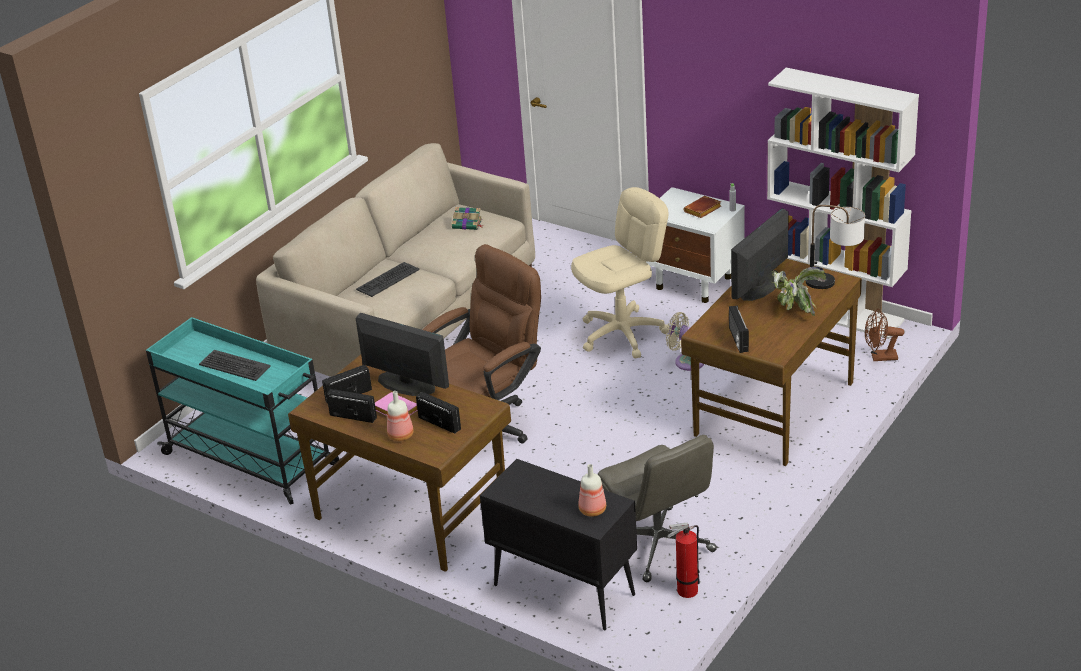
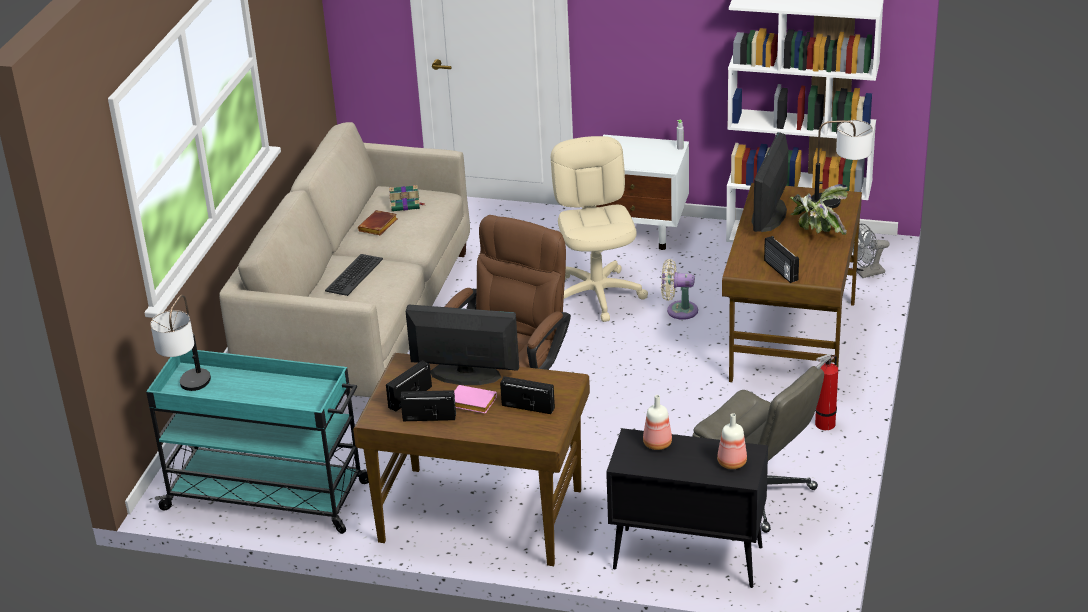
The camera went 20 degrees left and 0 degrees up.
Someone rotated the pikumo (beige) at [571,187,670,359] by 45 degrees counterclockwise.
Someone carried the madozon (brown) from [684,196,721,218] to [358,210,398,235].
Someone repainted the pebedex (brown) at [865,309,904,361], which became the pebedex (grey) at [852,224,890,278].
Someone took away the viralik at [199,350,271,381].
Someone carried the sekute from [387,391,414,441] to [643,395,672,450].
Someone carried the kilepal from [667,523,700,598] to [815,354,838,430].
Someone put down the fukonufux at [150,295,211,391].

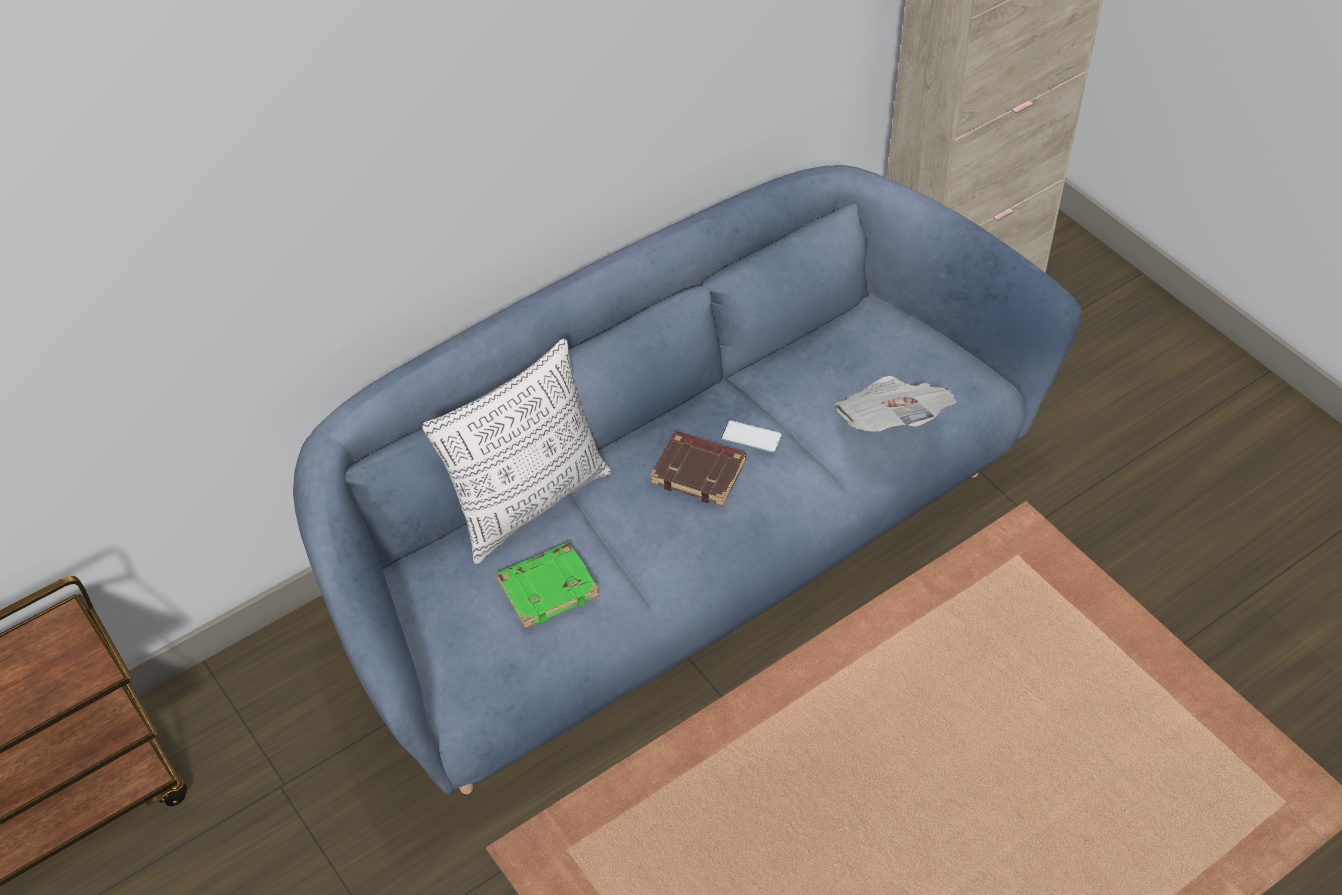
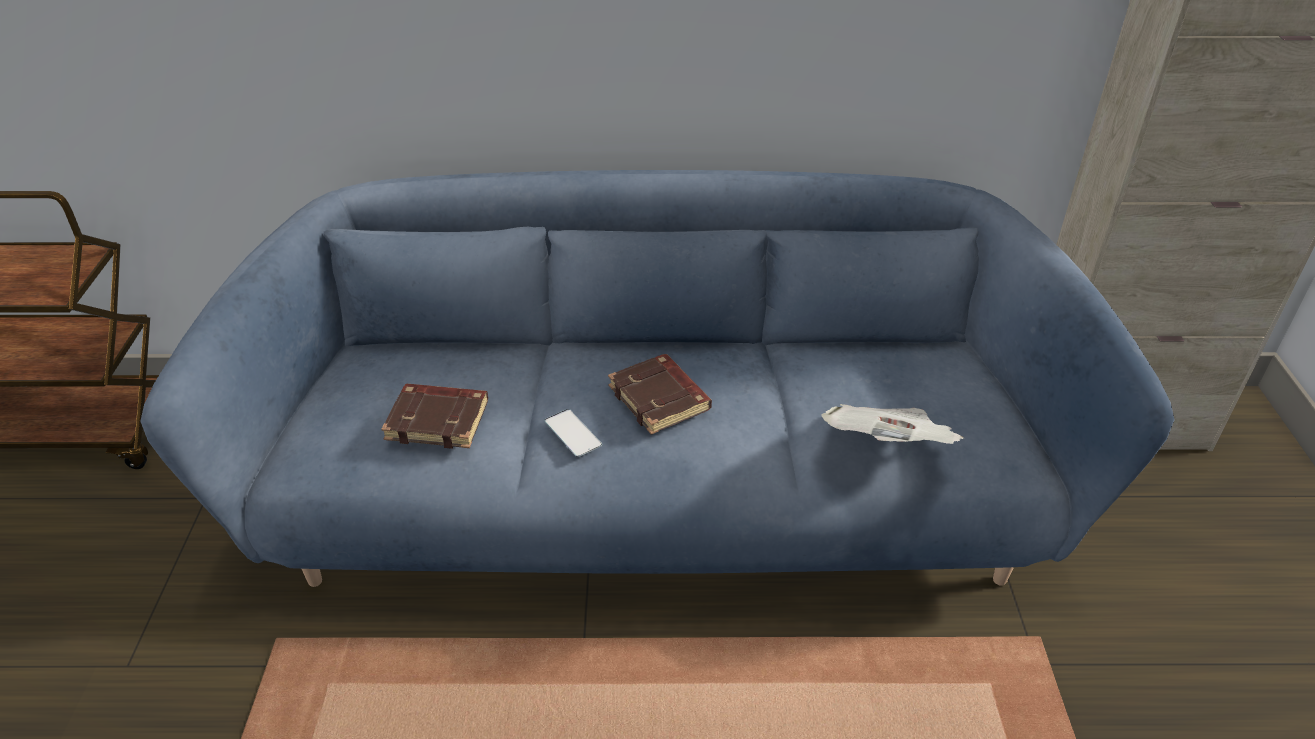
The camera went 35 degrees right and 10 degrees down.
Someone took away the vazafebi at [422,338,611,564].
Someone carried the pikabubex from [721,420,782,453] to [544,409,602,457].
Someone repainted the madozon (green) at [496,542,599,629], which became the madozon (brown) at [381,384,488,449].

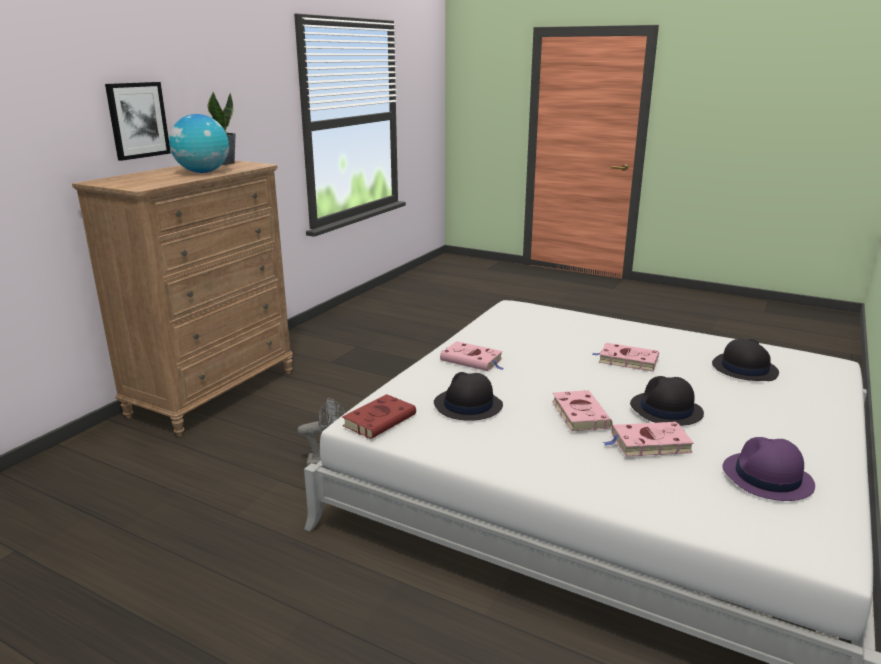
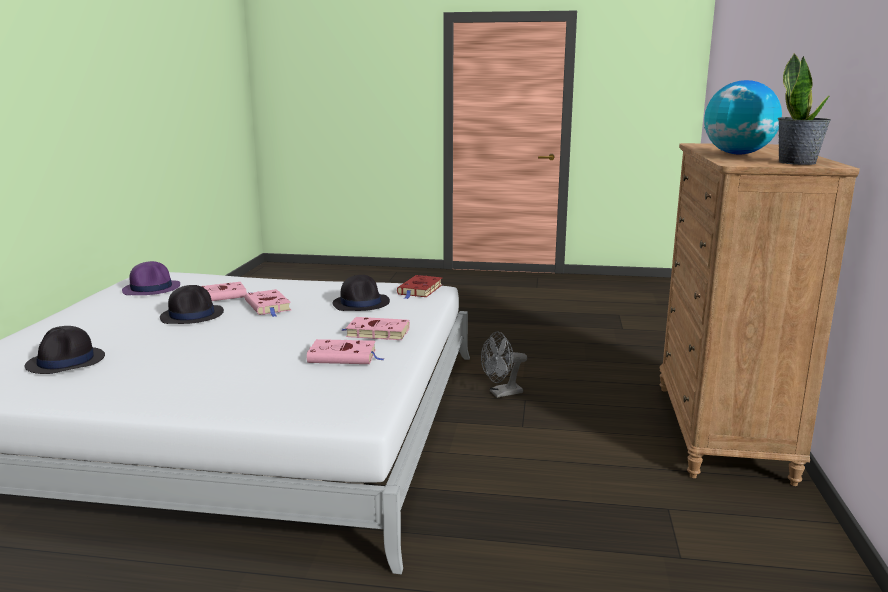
The camera went 160 degrees right and 5 degrees down.
Someone took away the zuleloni at [105,82,171,161].
Someone carried the madozon (pink) from [592,343,660,372] to [307,339,385,364].

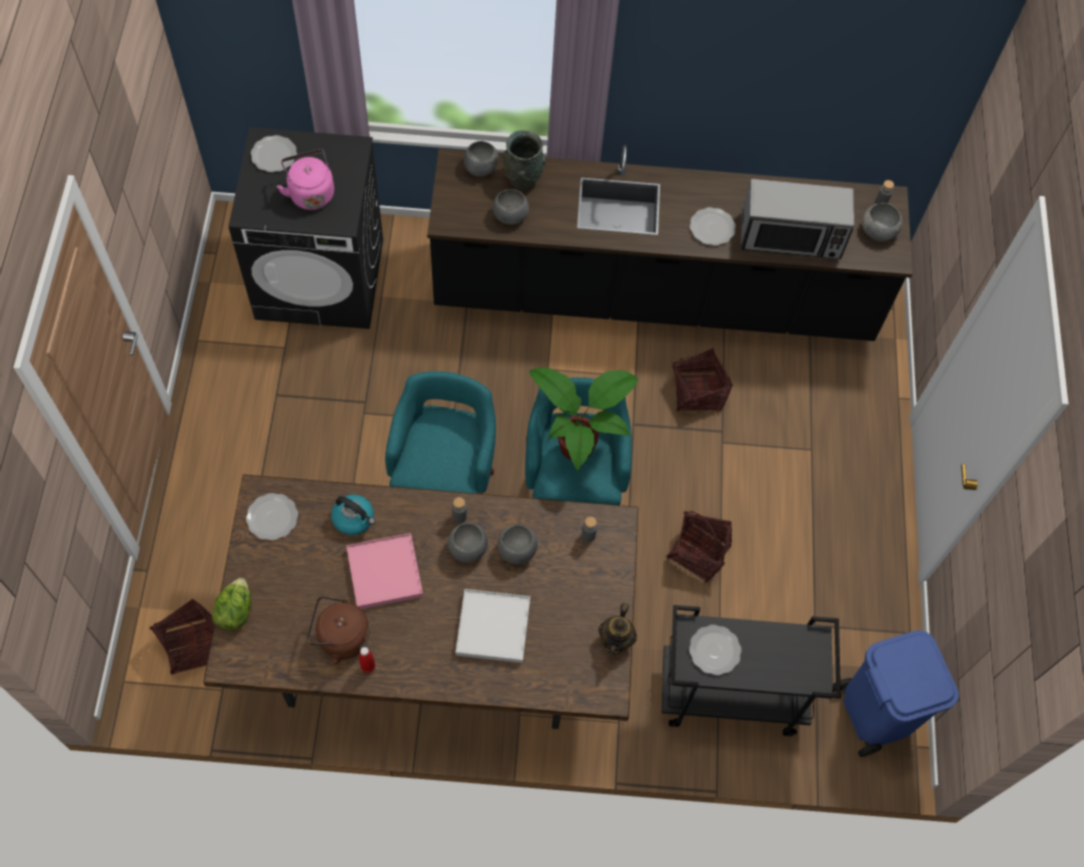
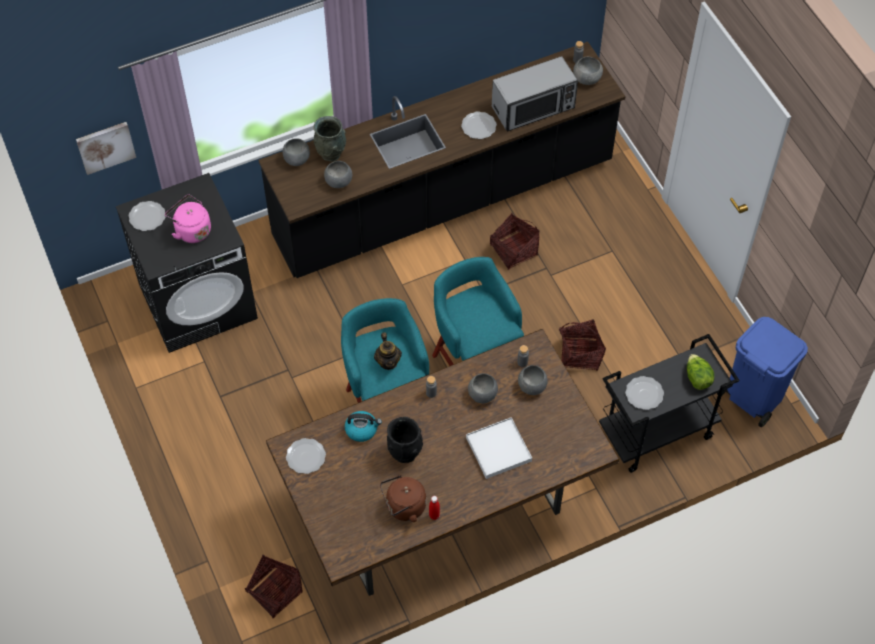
The camera went 25 degrees left and 5 degrees down.
Someone took away the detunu at [529,367,638,472].
Someone carried the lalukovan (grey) from [448,522,488,563] to [518,365,548,395].
Someone swapped the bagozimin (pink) at [346,533,423,609] for the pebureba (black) at [387,417,423,463].
Someone carried the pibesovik from [212,578,251,630] to [687,354,714,390].
Someone carried the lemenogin from [598,603,637,655] to [374,332,402,370].
Someone put up the zuleloni at [76,122,136,175].

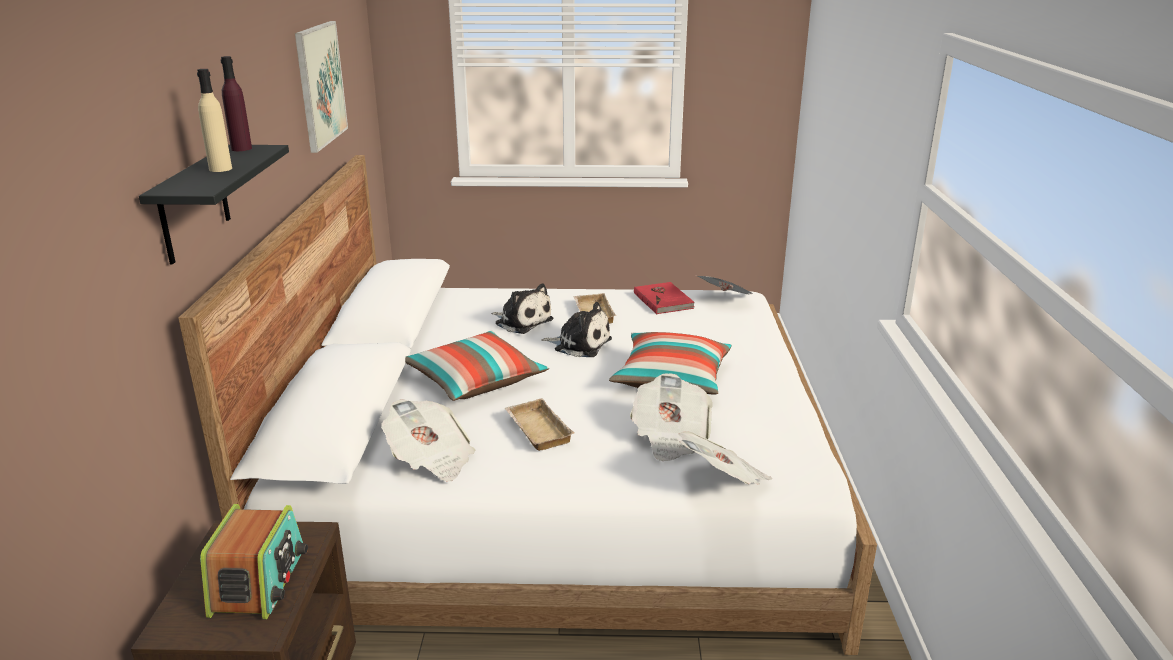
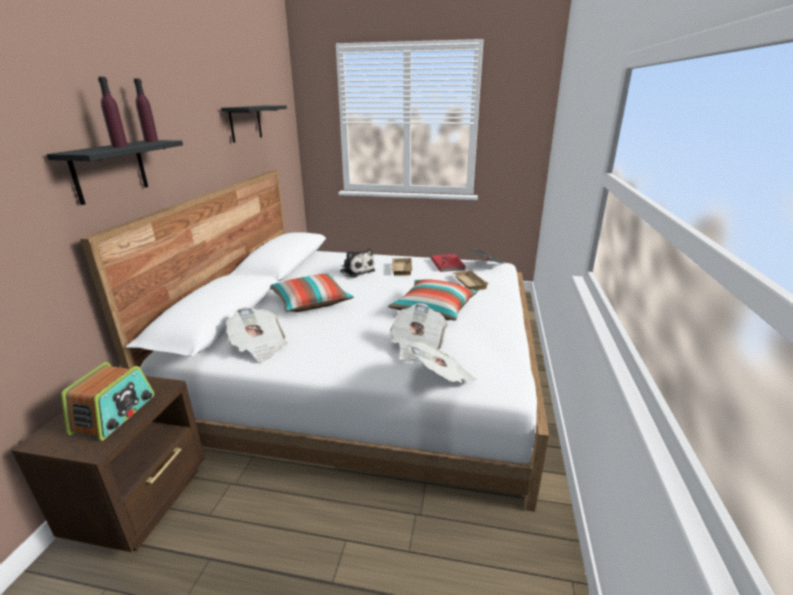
The camera went 10 degrees right and 0 degrees up.
Someone swapped the zuleloni at [295,21,348,153] for the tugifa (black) at [221,105,287,143].
Someone repainted the sekute (beige) at [197,69,232,172], which became the sekute (purple) at [98,77,128,147].
Someone took away the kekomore at [541,302,612,357].
Someone carried the bagozimin (beige) from [504,398,575,451] to [452,270,490,290].

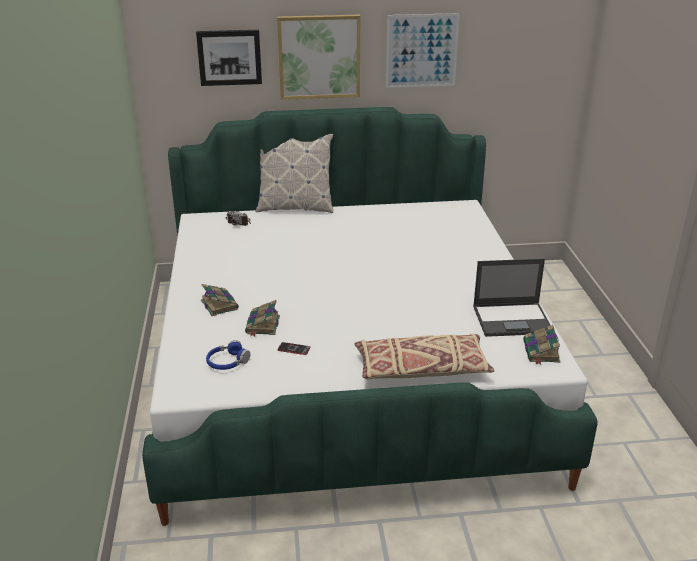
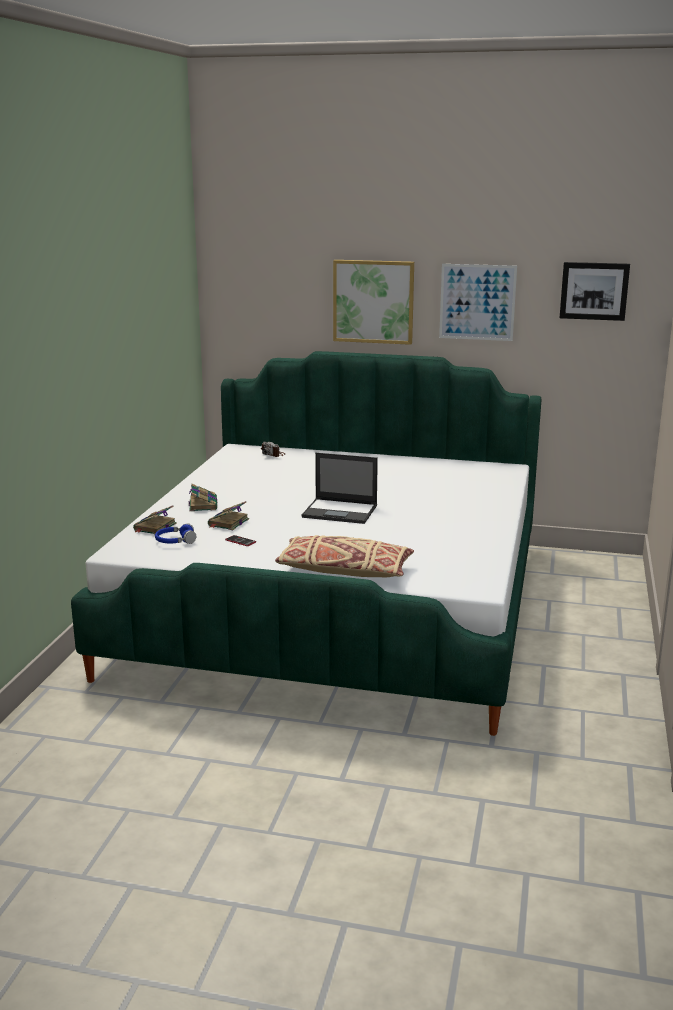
The camera went 20 degrees right and 10 degrees down.
Someone carried the zuleloni from [196,30,262,86] to [560,262,630,321].
Someone took away the vazafebi at [255,134,333,213].
Someone carried the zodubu from [473,259,551,337] to [302,453,378,524].
Someone carried the madozon from [523,325,560,365] to [133,505,177,534].

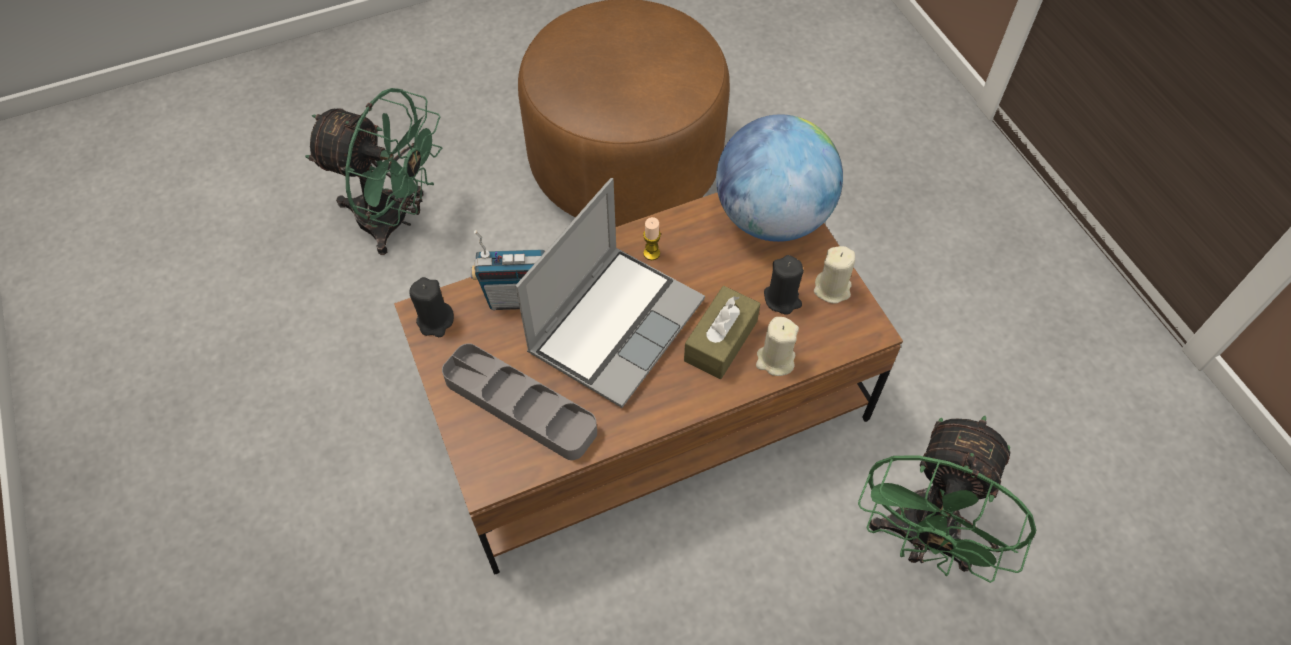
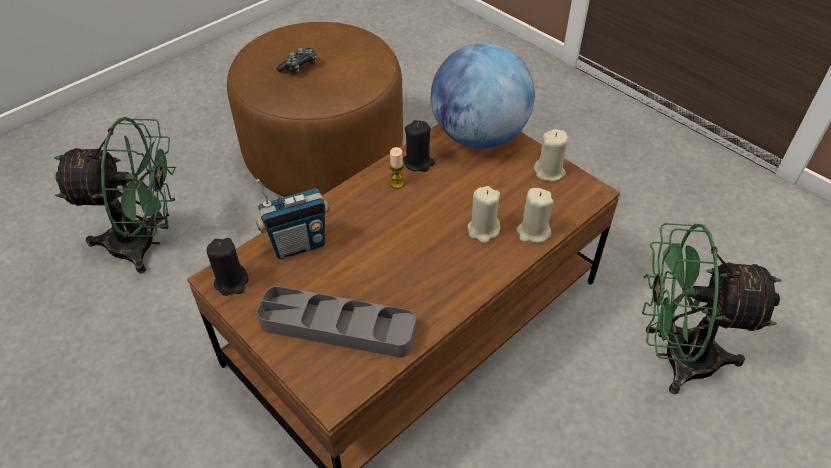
The camera went 20 degrees left and 10 degrees down.
Someone took away the zodubu at [515,178,705,408].
Someone carried the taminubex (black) from [764,255,804,315] to [402,120,435,172].
Someone swapped the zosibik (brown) at [684,286,760,379] for the taminubex (beige) at [468,186,500,243].
Someone rotated the pebedex (green) at [858,416,1036,583] by 90 degrees clockwise.
Someone put down the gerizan at [277,48,317,74].

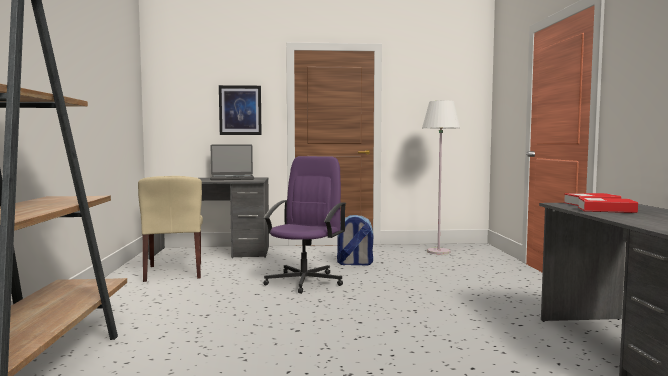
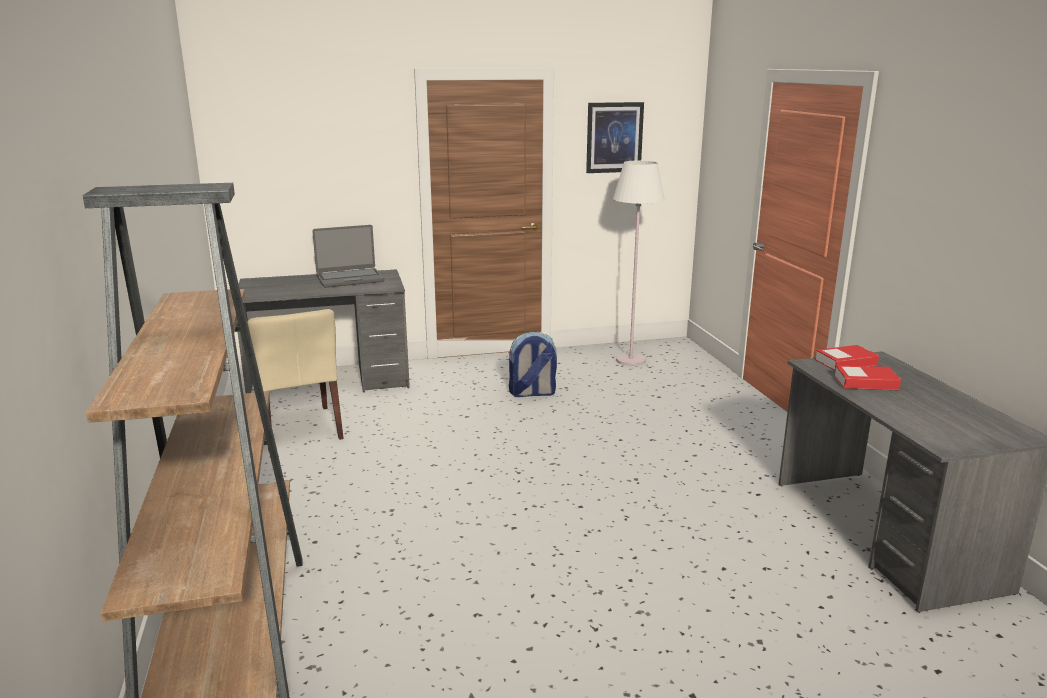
The camera went 10 degrees left and 15 degrees up.
Someone carried the zuleloni from [219,85,262,135] to [586,102,644,173].
Someone took away the pikumo (purple) at [263,156,346,294].

